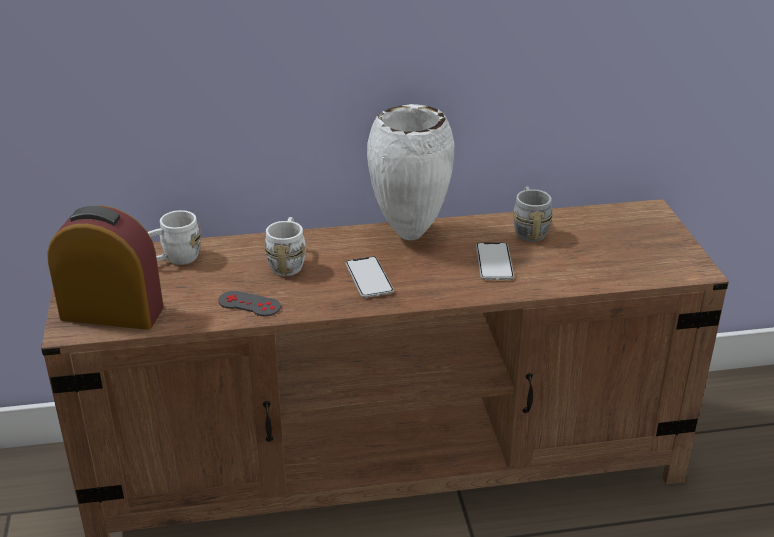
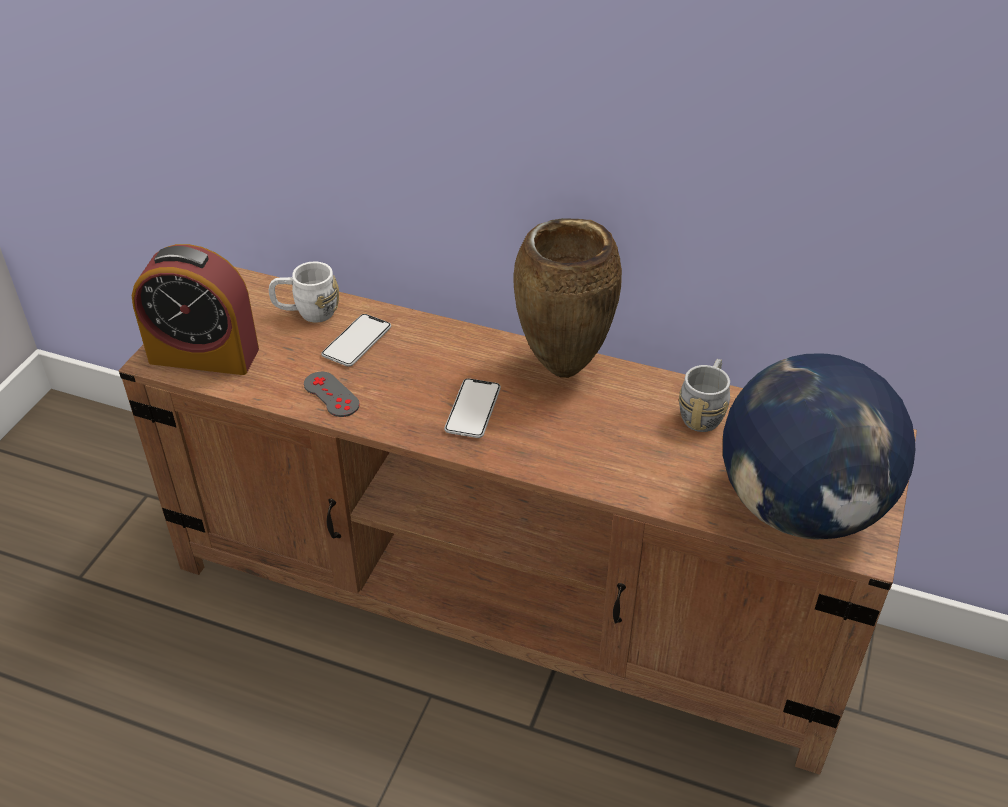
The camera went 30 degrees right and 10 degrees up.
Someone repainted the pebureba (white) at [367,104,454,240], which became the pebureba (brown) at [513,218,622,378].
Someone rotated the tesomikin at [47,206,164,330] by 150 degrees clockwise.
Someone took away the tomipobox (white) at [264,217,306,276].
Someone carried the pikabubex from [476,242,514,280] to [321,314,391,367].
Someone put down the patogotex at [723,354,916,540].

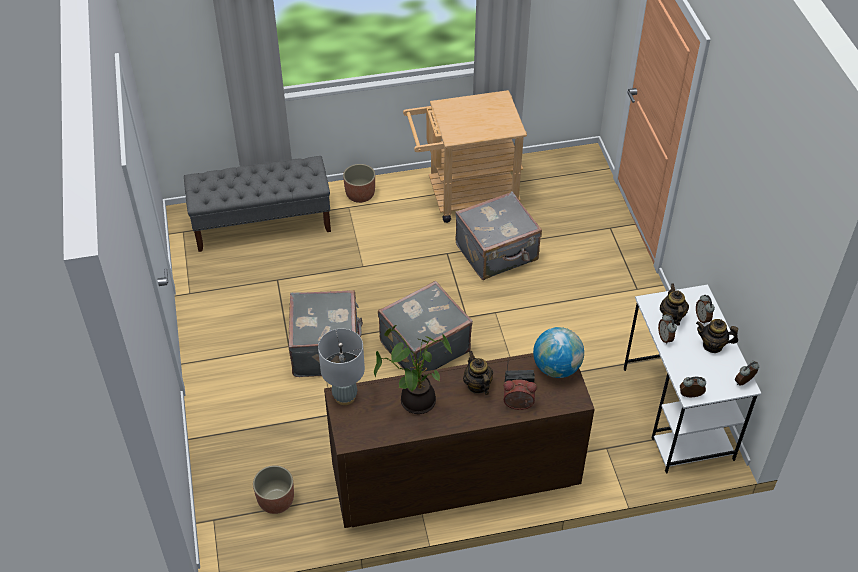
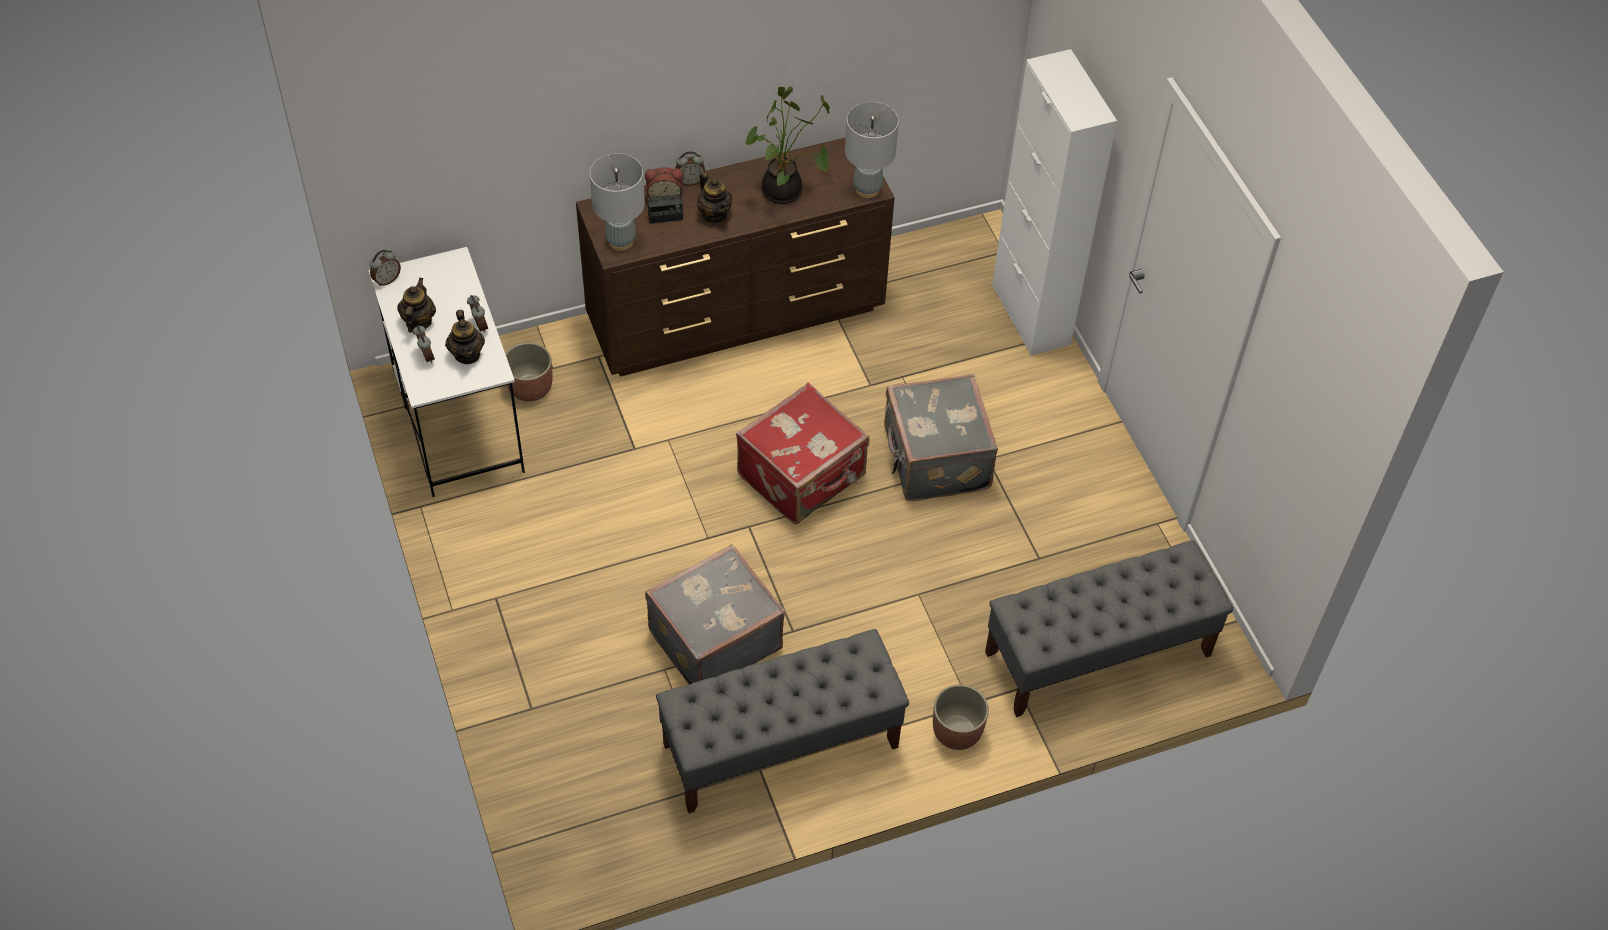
The camera went 170 degrees right and 5 degrees up.
Someone swapped the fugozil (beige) at [403,90,527,223] for the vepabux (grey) at [656,629,909,813].
Someone repainted the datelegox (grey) at [378,281,473,371], which became the datelegox (red) at [736,383,870,525].
Someone rotated the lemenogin at [696,319,738,353] by 90 degrees counterclockwise.
Someone swapped the patogotex at [533,327,584,378] for the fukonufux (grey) at [590,153,645,251].
Someone carried the tesomikin from [680,377,706,397] to [675,151,705,186].
Someone carried the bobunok from [253,465,294,514] to [505,343,552,402].
Someone put down the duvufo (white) at [992,49,1117,356].

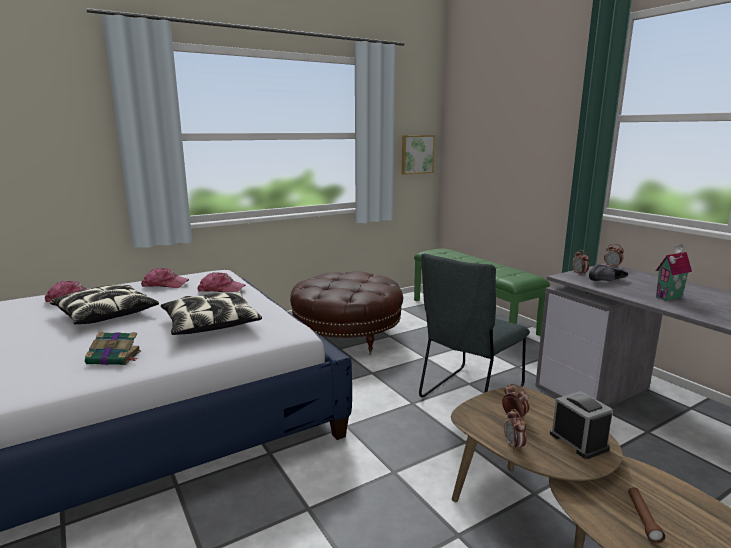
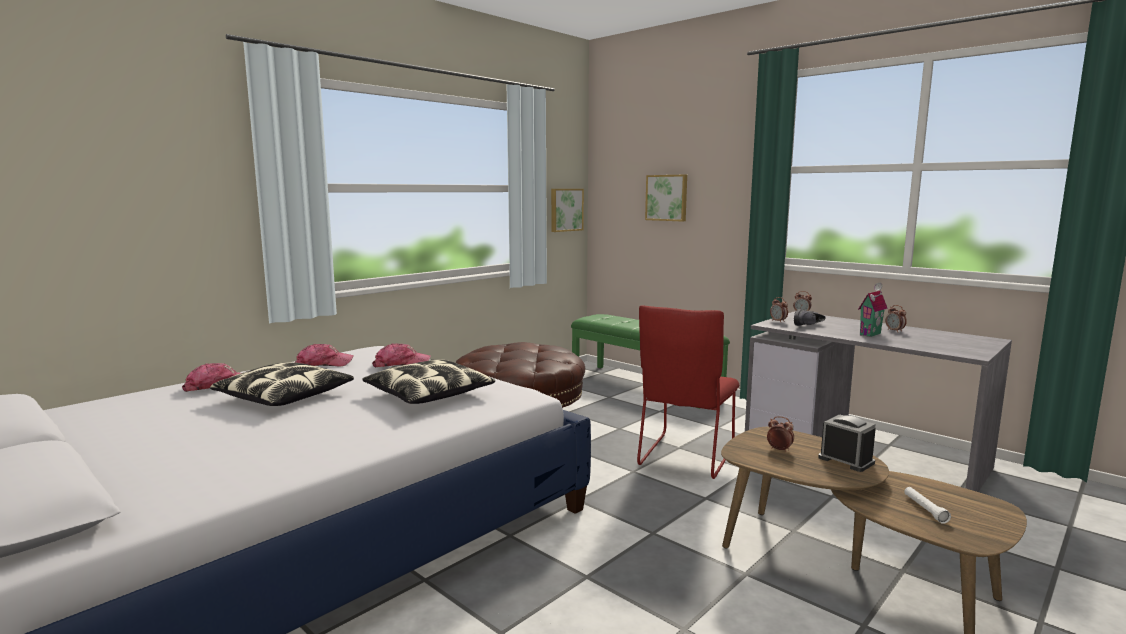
The camera went 15 degrees left and 5 degrees down.
Someone repainted the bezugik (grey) at [419,254,530,398], which became the bezugik (red) at [637,306,739,479].
Someone took away the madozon at [85,332,141,365].
Someone carried the tesomikin from [504,409,527,452] to [886,305,907,332].
Someone repainted the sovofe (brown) at [628,487,665,543], which became the sovofe (white) at [904,487,951,524].
Someone put up the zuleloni at [645,175,687,222].

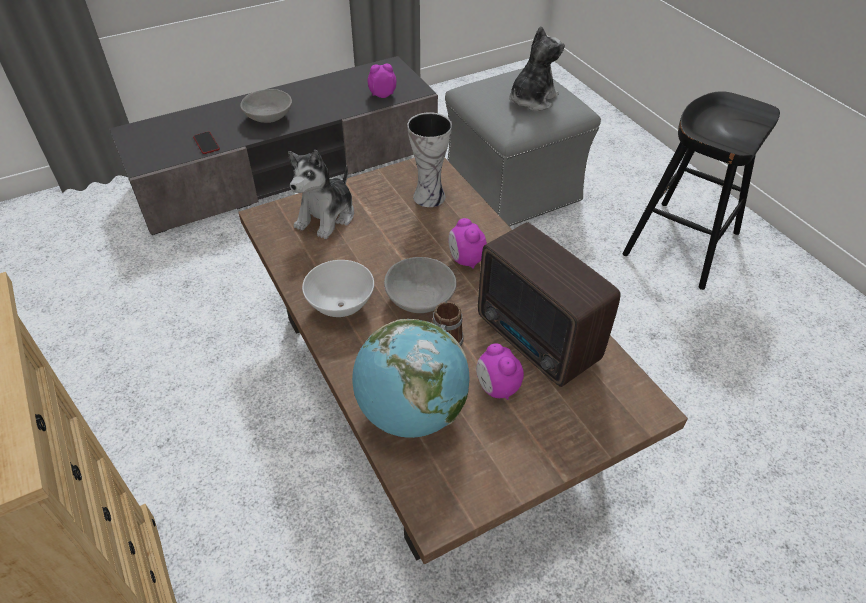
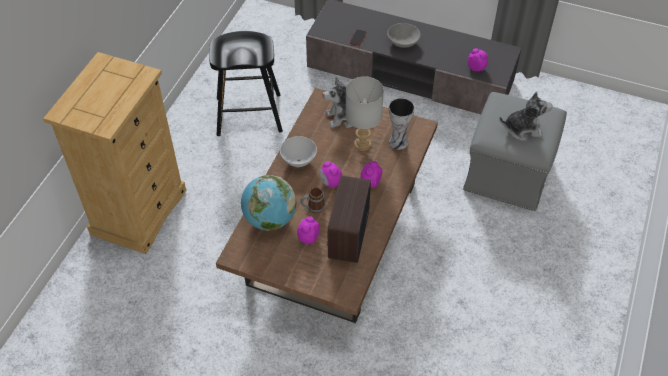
The camera went 50 degrees right and 5 degrees up.
Someone carried the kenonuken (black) from [622,91,780,290] to [209,31,283,136].
Someone swapped the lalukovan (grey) at [384,257,457,313] for the tesomikin at [319,161,342,188].
Someone put down the fukonufux (grey) at [345,76,384,151].

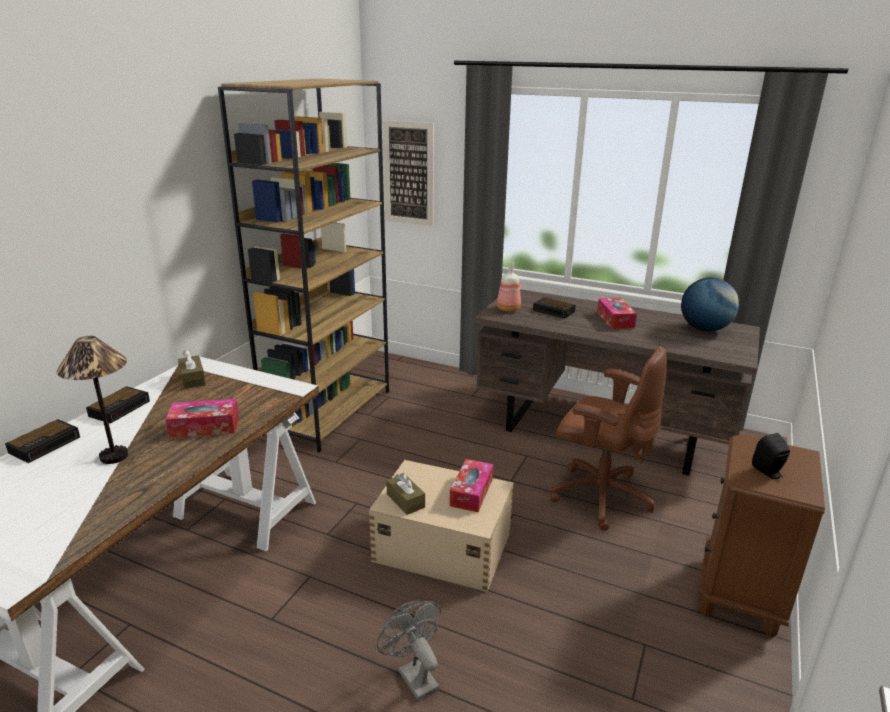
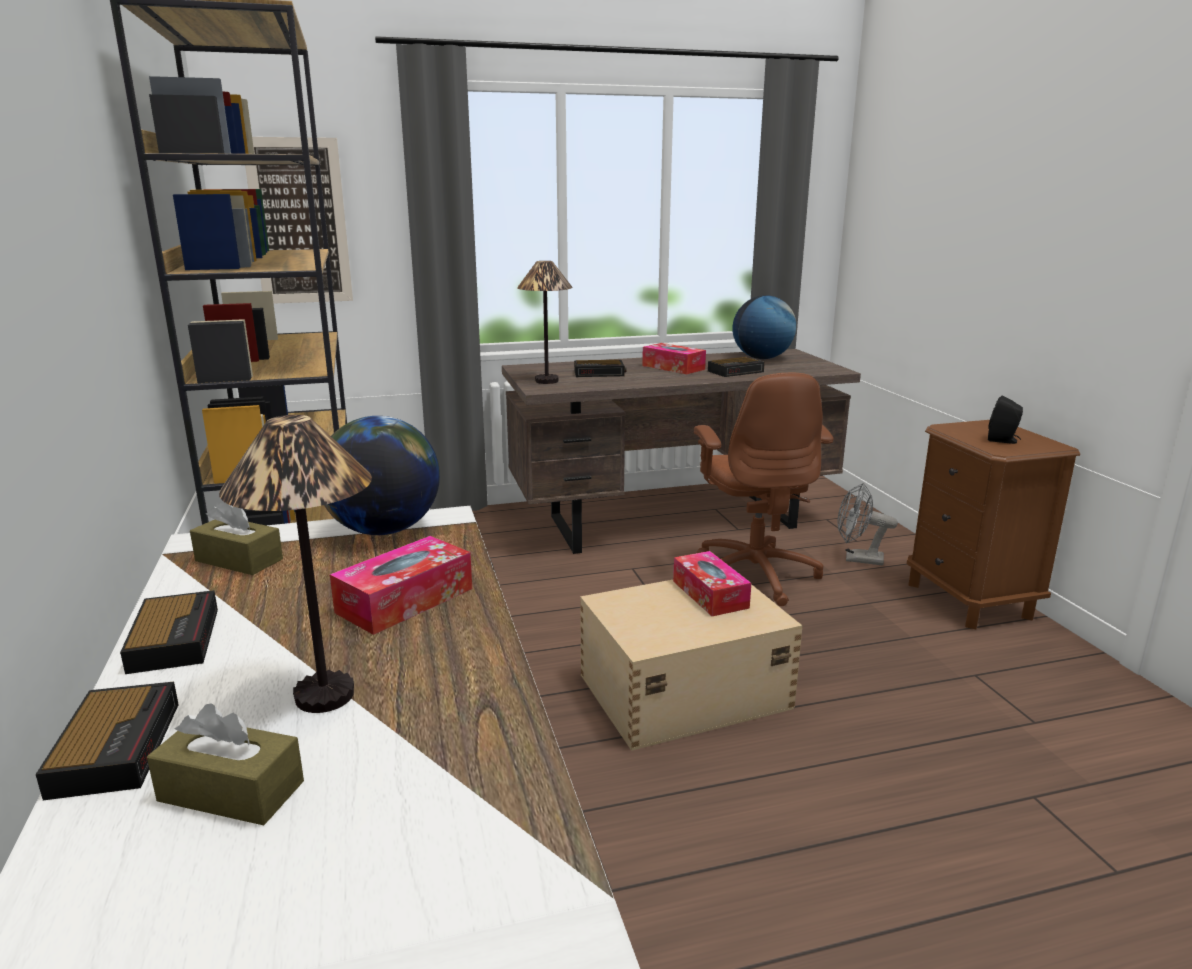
The camera went 40 degrees left and 5 degrees down.
Someone swapped the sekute at [497,261,521,312] for the fukonufux at [517,261,573,384].
Someone rotated the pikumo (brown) at [550,346,667,531] by 90 degrees clockwise.
Someone carried the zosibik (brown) from [386,473,425,515] to [147,703,304,825].
Someone carried the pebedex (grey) from [377,601,441,701] to [838,483,898,565].
Someone put down the tesomikin at [708,357,765,377].
Someone put down the patogotex at [324,416,440,535].

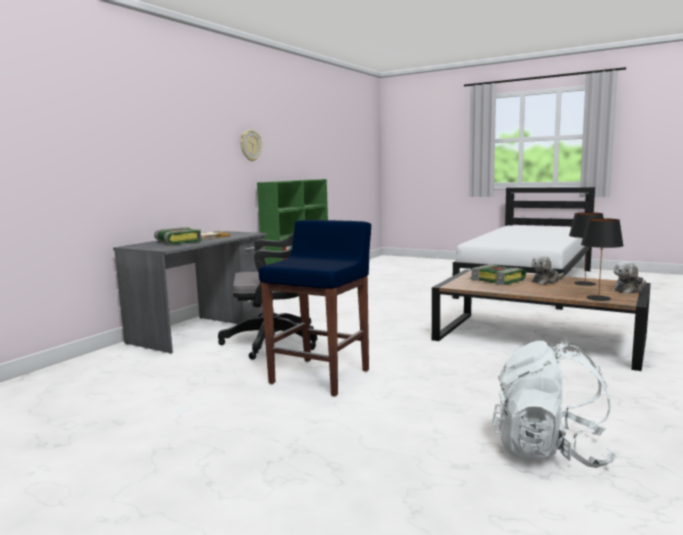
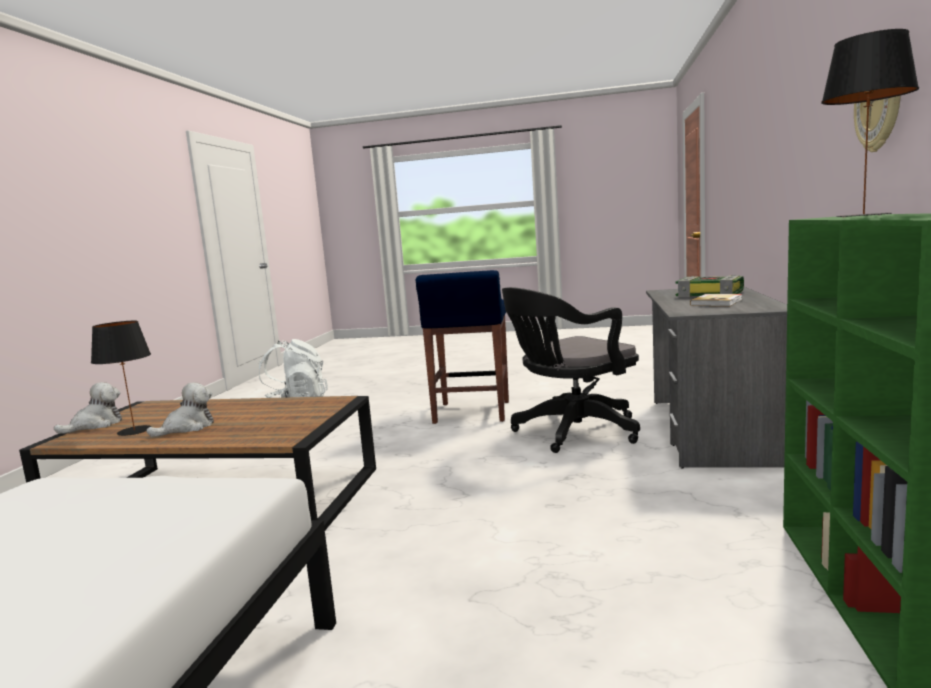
The camera went 160 degrees right and 0 degrees up.
Someone carried the fukonufux (black) from [581,218,624,301] to [821,29,919,217].
Someone took away the madozon at [470,264,526,285].

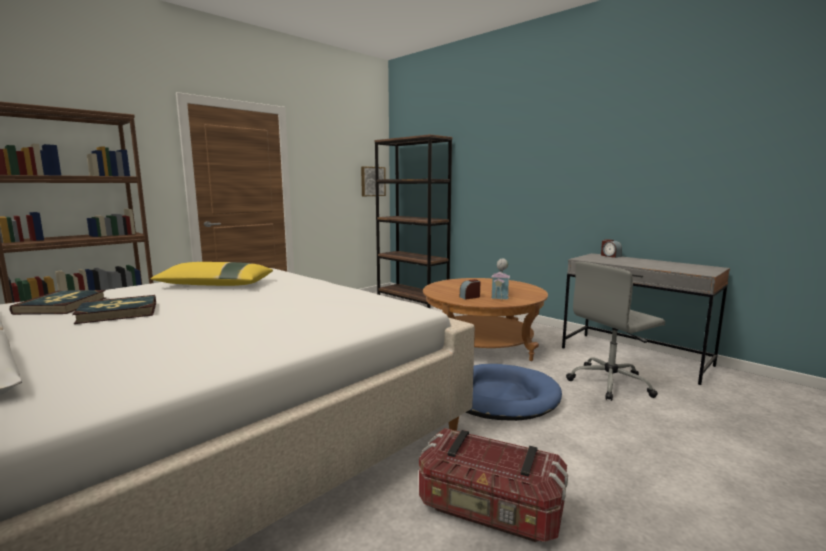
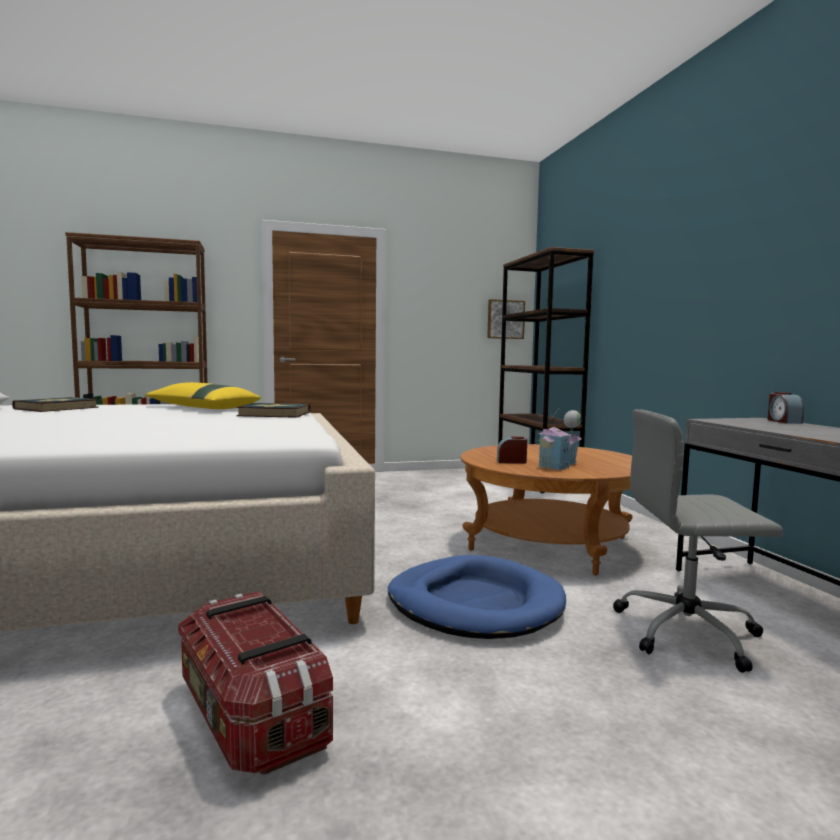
The camera went 30 degrees right and 5 degrees down.
Someone carried the madozon from [72,295,156,324] to [236,403,310,418].

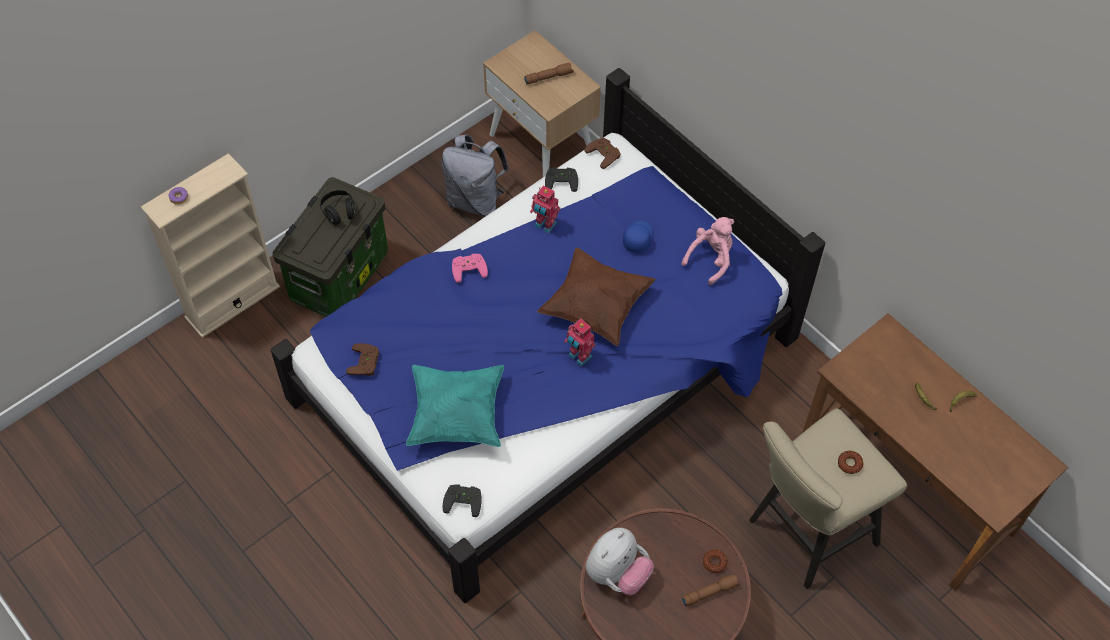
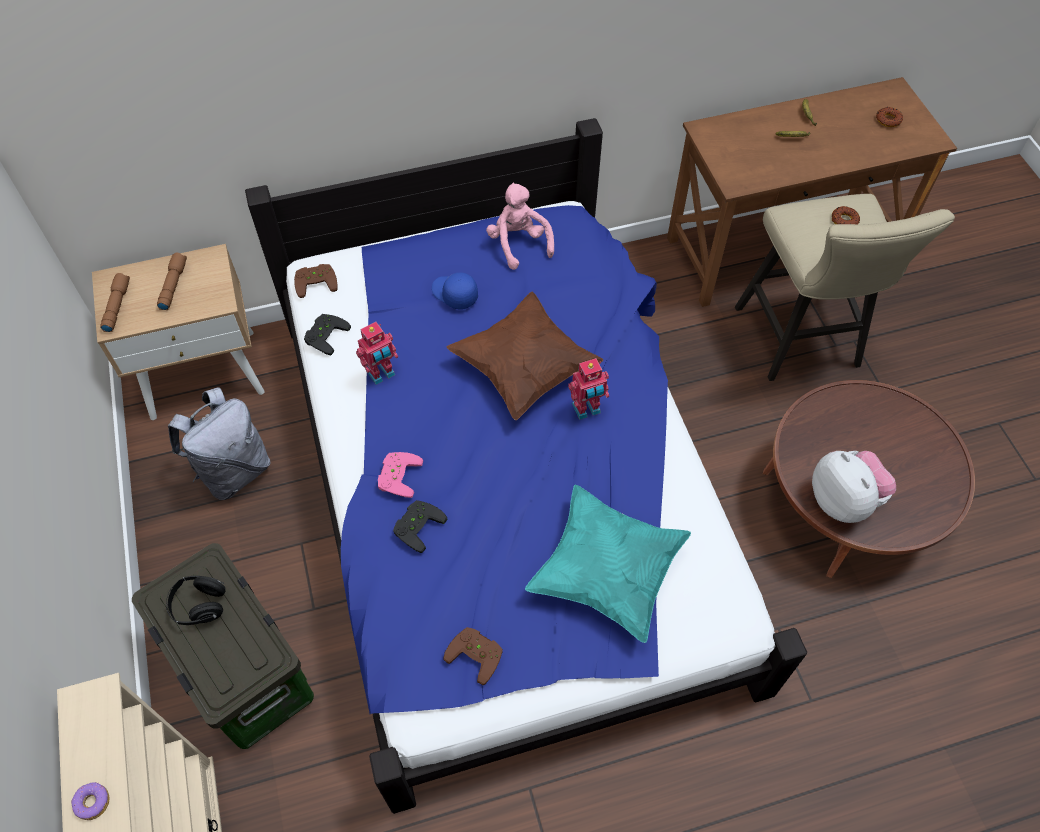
The camera went 65 degrees left and 0 degrees up.
Someone carried the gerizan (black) from [442,484,482,517] to [393,500,447,553].
Someone carried the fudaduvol from [703,550,728,573] to [876,107,903,127].
Someone carried the sovofe (brown) from [682,574,740,607] to [100,273,130,332].

